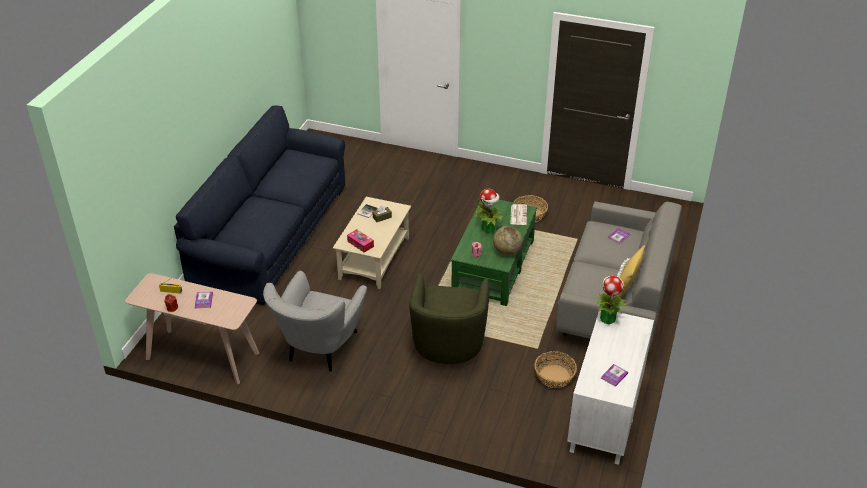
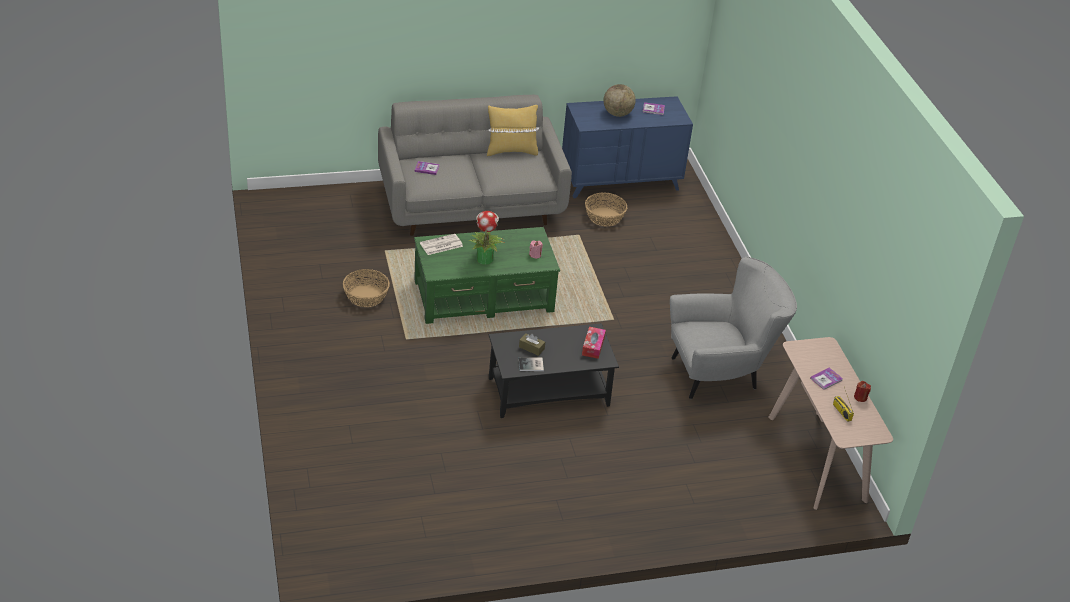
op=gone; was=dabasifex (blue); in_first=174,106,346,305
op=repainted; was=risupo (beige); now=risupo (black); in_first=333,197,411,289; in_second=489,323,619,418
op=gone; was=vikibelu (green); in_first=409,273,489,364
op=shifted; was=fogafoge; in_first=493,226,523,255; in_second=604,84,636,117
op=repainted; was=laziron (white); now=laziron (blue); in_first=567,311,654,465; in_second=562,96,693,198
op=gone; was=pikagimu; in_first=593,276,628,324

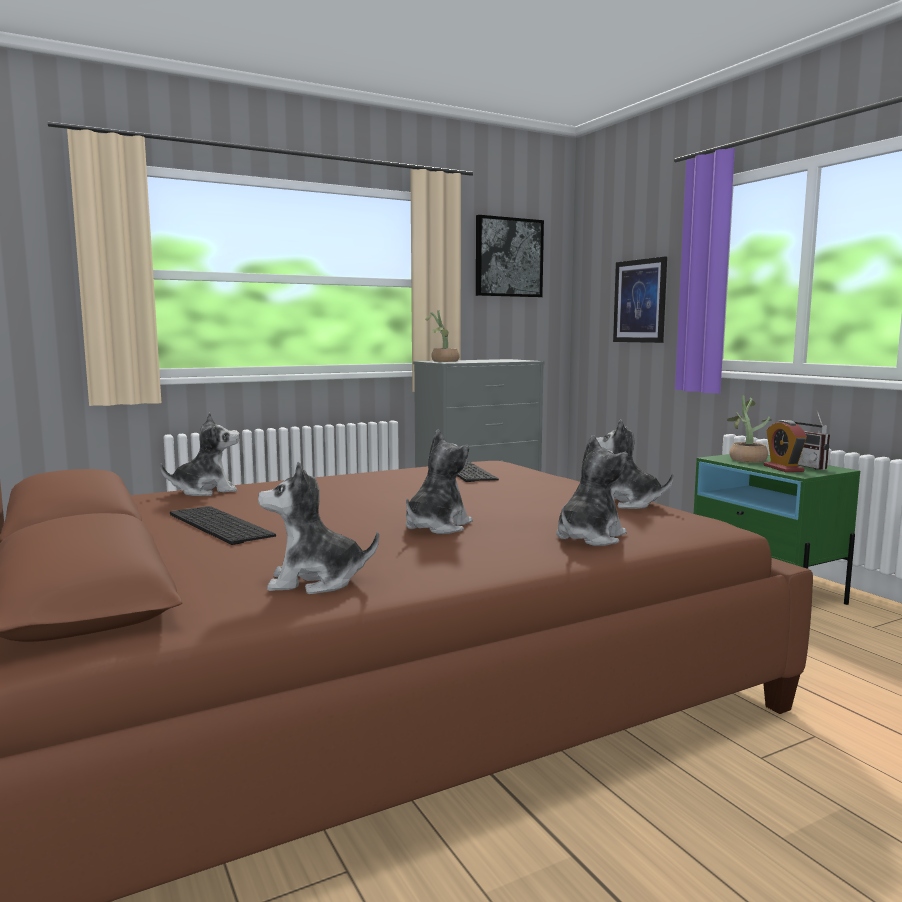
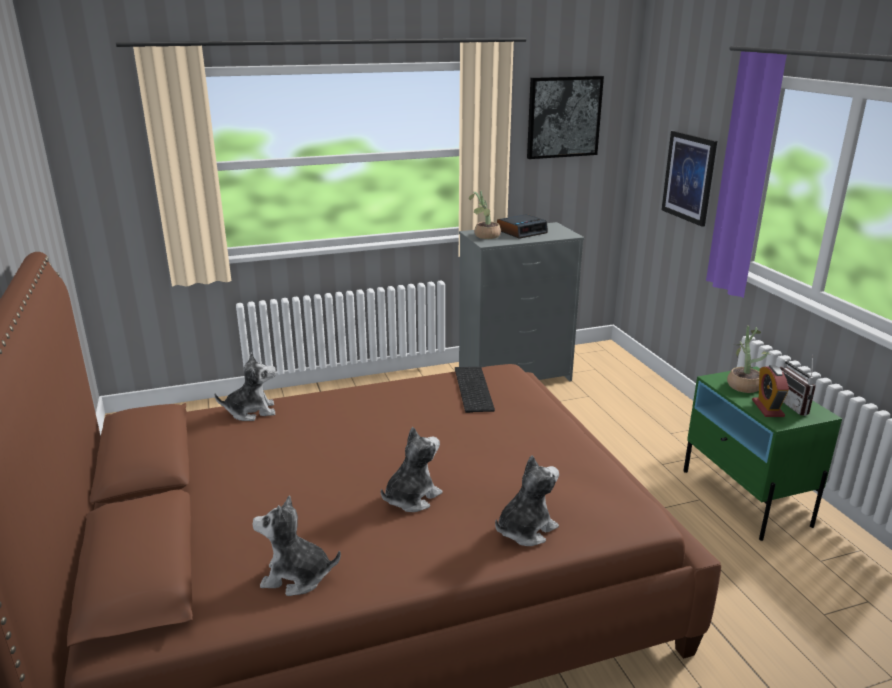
op=gone; was=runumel; in_first=170,506,276,545
op=gone; was=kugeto; in_first=596,419,674,509
op=new; now=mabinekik; in_second=497,214,548,239

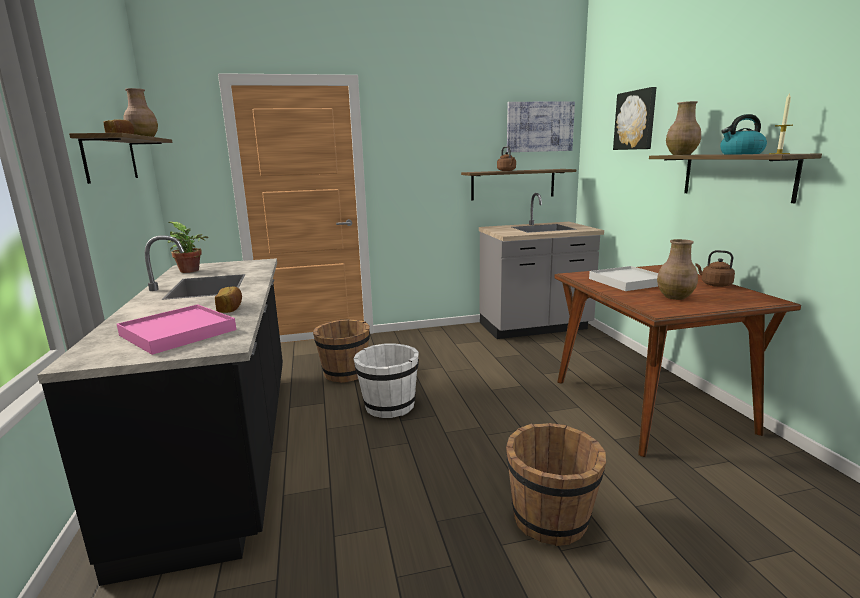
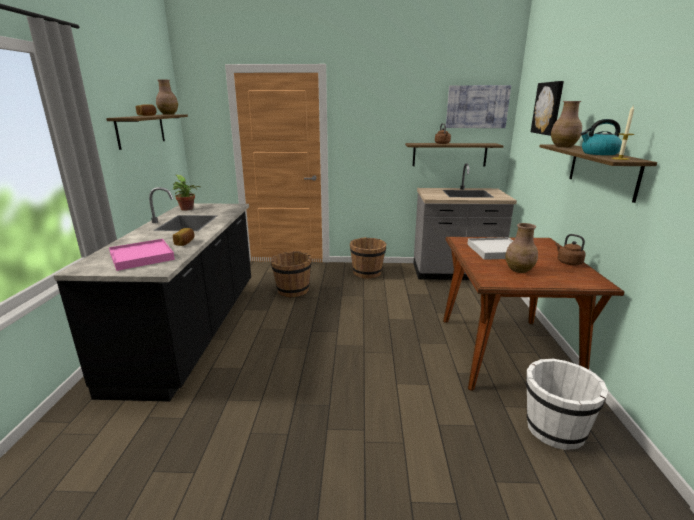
op=shifted; was=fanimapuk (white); in_first=353,343,419,418; in_second=526,359,608,450
op=shifted; was=fanimapuk (brown); in_first=506,423,606,546; in_second=350,237,386,279

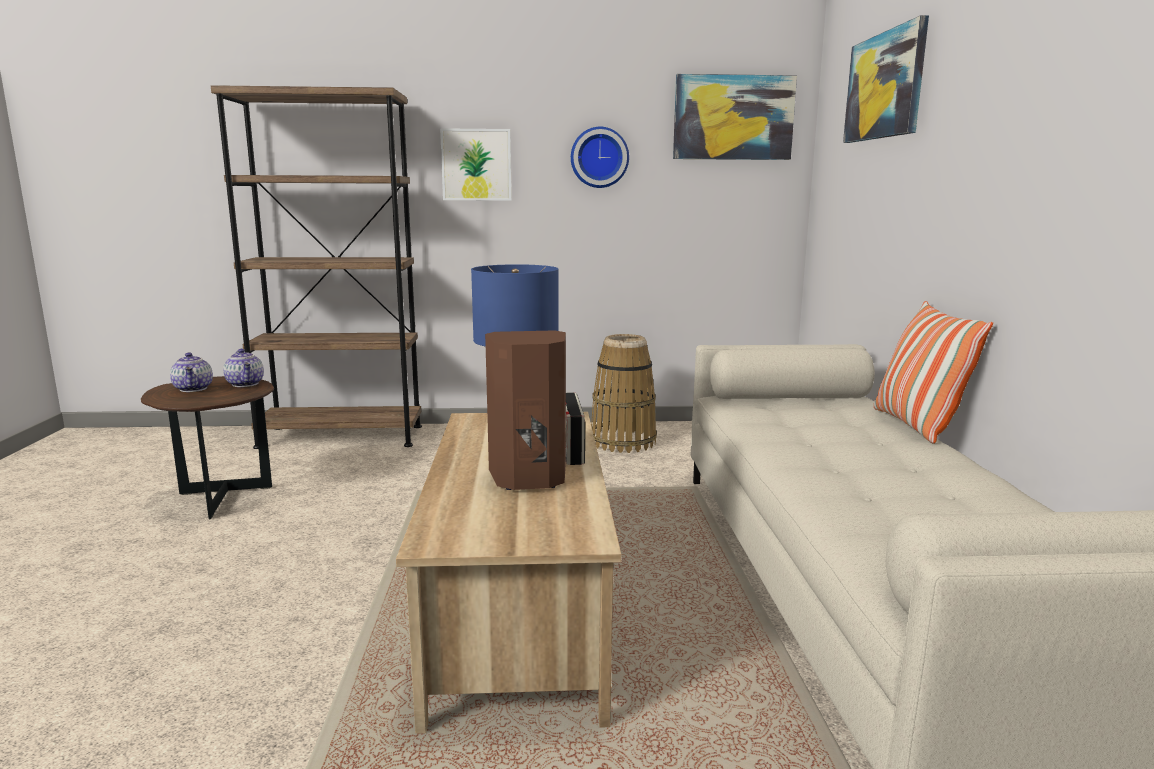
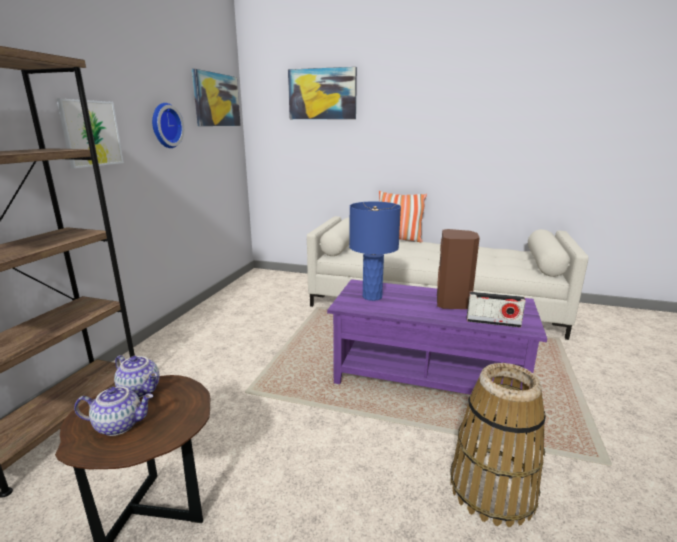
op=rotated; was=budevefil; in_first=223,349,264,387; in_second=114,355,159,398; clockwise=45
op=repainted; was=risupo (beige); now=risupo (purple); in_first=396,412,621,734; in_second=327,279,547,395
op=shifted; was=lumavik; in_first=566,392,585,465; in_second=467,292,526,328
op=shifted; was=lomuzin; in_first=591,334,657,453; in_second=450,363,546,527

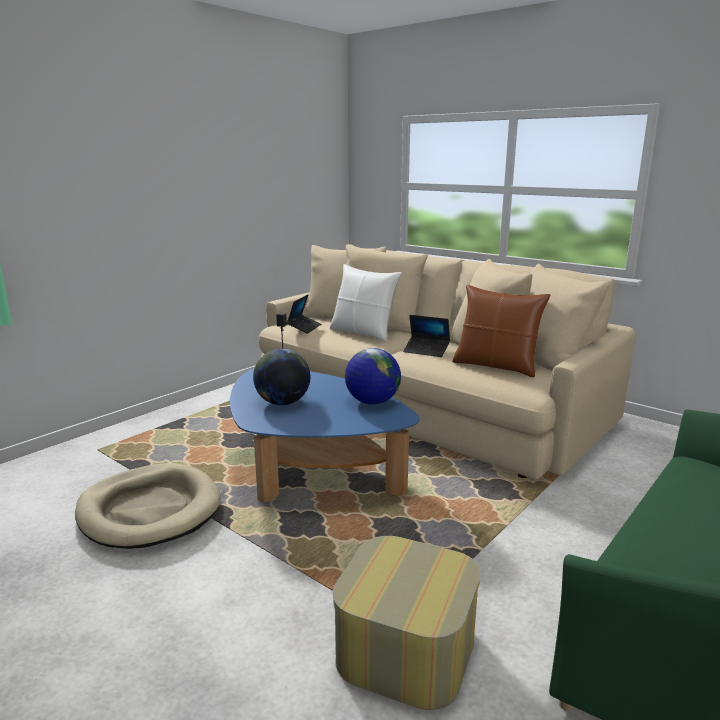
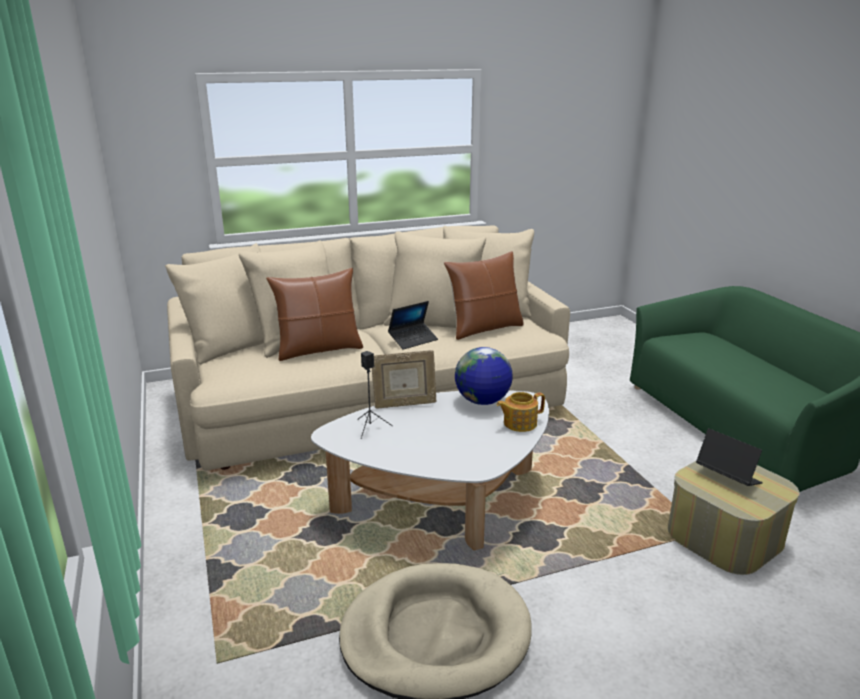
op=repainted; was=risupo (blue); now=risupo (white); in_first=230,368,420,502; in_second=311,390,549,550
op=gone; was=fogafoge; in_first=253,349,310,405
op=shifted; was=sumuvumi; in_first=287,294,321,334; in_second=696,428,763,486
op=repainted; was=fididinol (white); now=fididinol (brown); in_first=330,264,402,342; in_second=266,268,363,361
op=new; now=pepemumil; in_second=372,350,437,409
op=new; now=budevefil; in_second=496,392,545,432

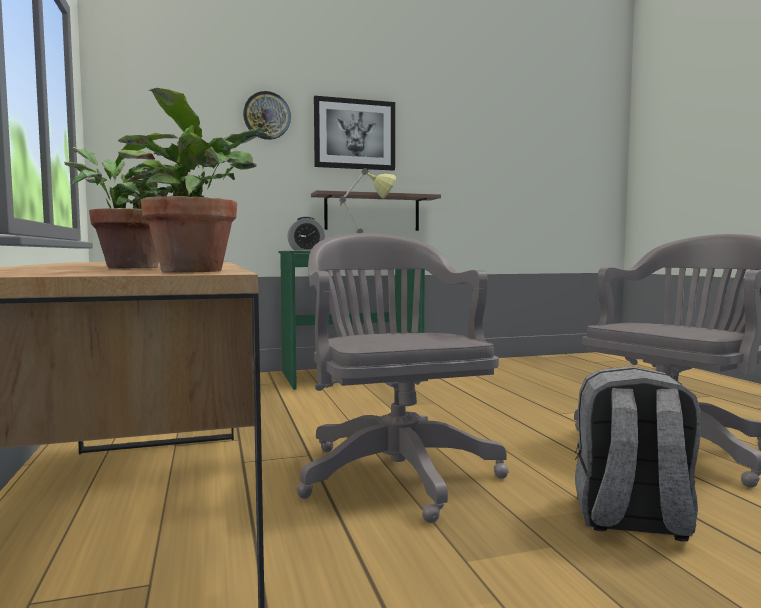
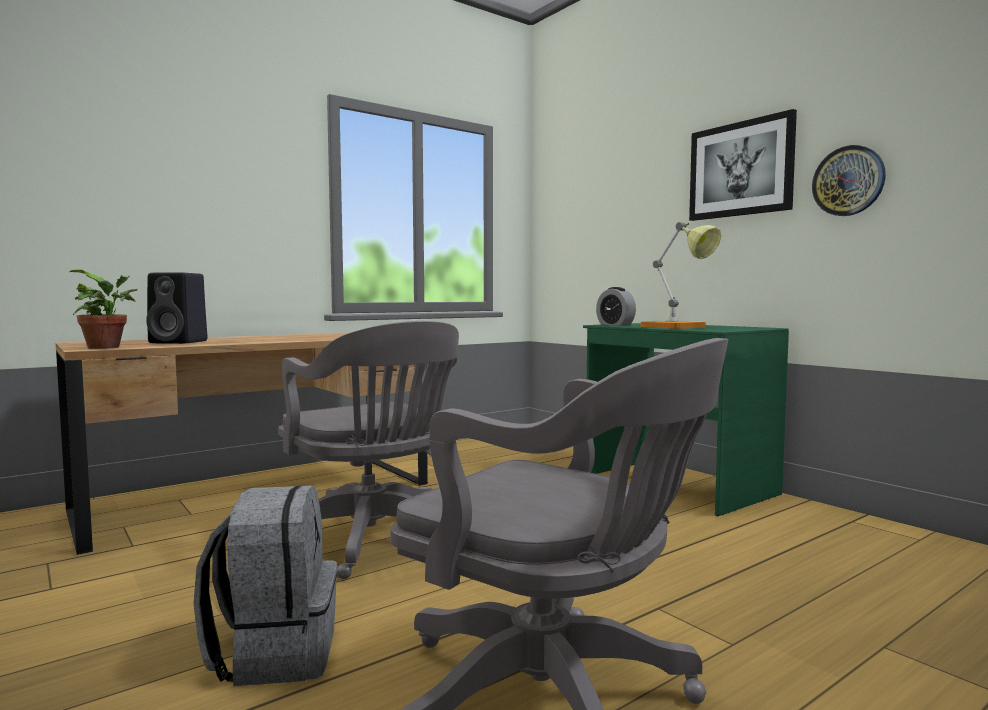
op=swapped; was=pikagimu; now=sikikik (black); in_first=64,133,179,269; in_second=146,272,208,344
op=shifted; was=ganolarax; in_first=243,91,291,140; in_second=812,145,886,216
op=rotated; was=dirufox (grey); in_first=297,233,509,523; in_second=278,321,459,579; clockwise=90
op=gone; was=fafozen; in_first=311,190,441,231

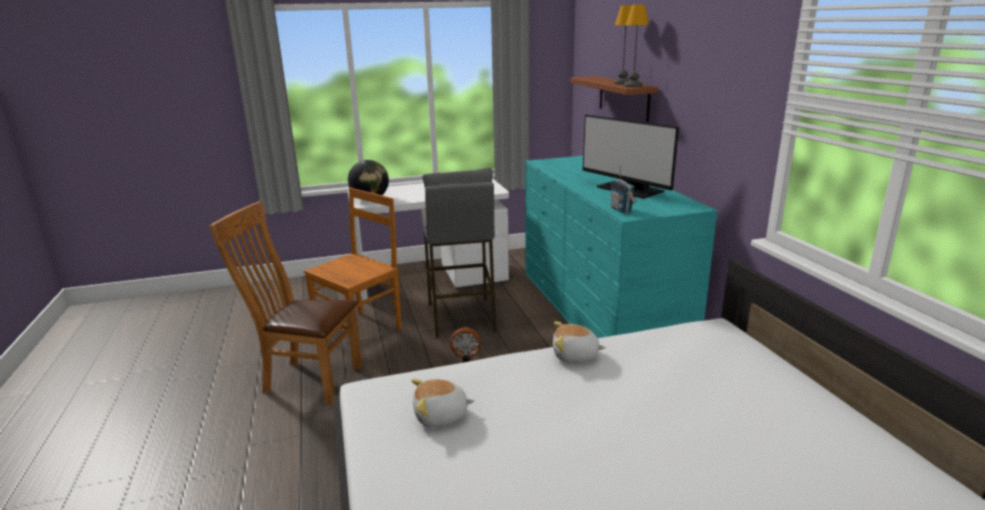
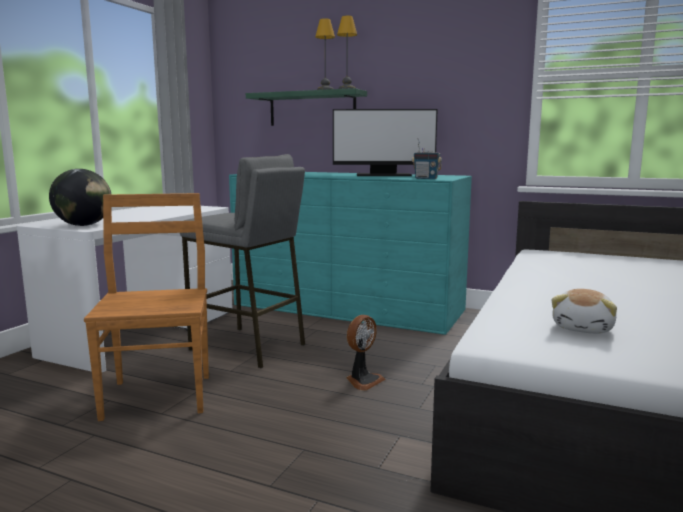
op=gone; was=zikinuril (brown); in_first=209,201,362,405
op=gone; was=kugeto; in_first=553,321,606,363
op=repainted; was=fafozen (brown); now=fafozen (green); in_first=570,76,658,122; in_second=246,88,367,126

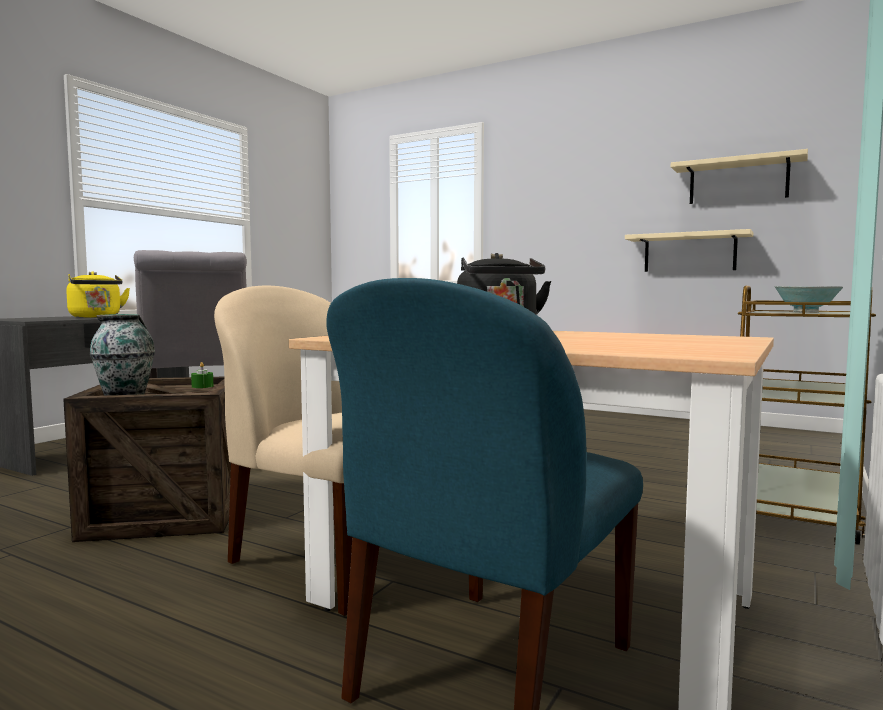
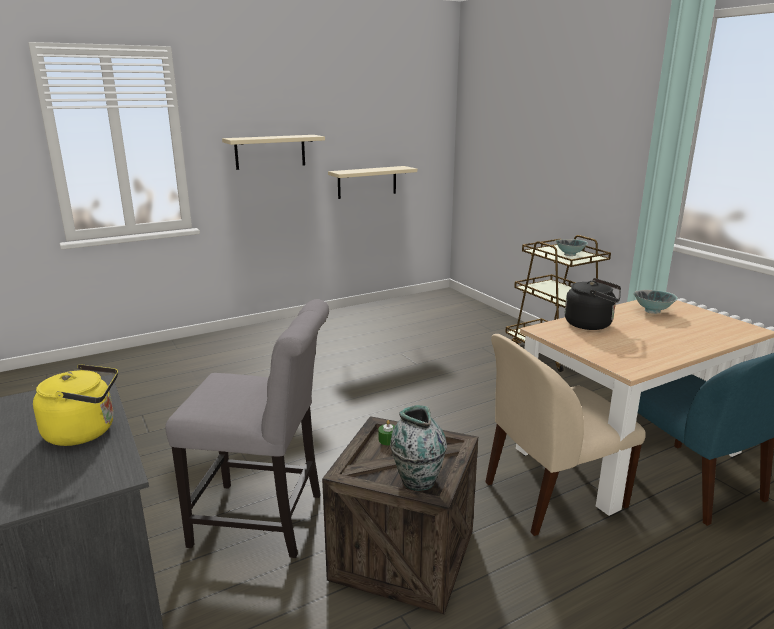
op=shifted; was=fafozen (beige); in_first=671,149,808,204; in_second=222,135,325,170
op=new; now=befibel; in_second=633,290,678,314

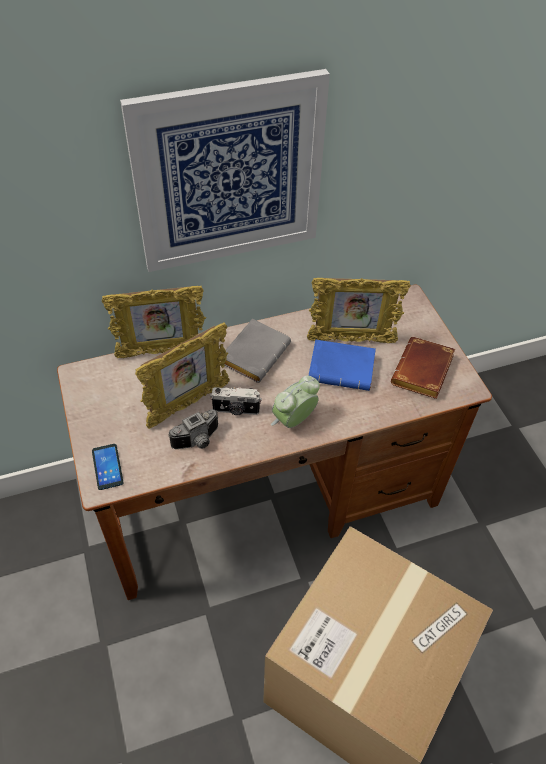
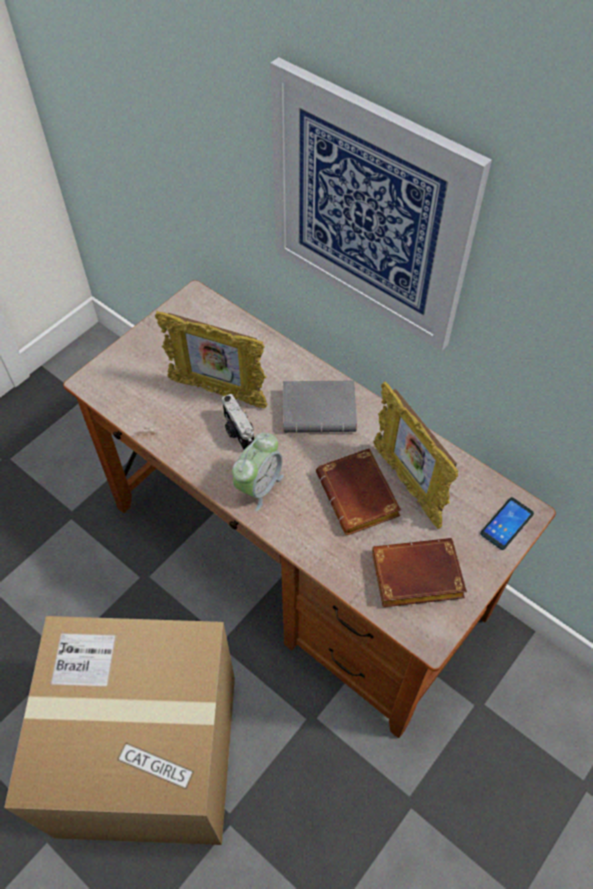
op=shifted; was=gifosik; in_first=92,444,124,490; in_second=480,497,534,550
op=gone; was=pepemumil; in_first=102,286,206,358
op=gone; was=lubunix; in_first=168,409,218,449
op=rotated; was=mabinekik; in_first=271,376,320,428; in_second=232,433,284,511; clockwise=105
op=repainted; was=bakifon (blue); now=bakifon (brown); in_first=309,339,376,391; in_second=316,448,401,535

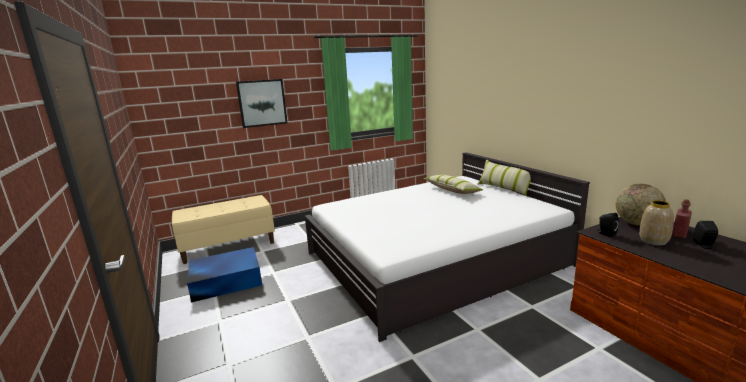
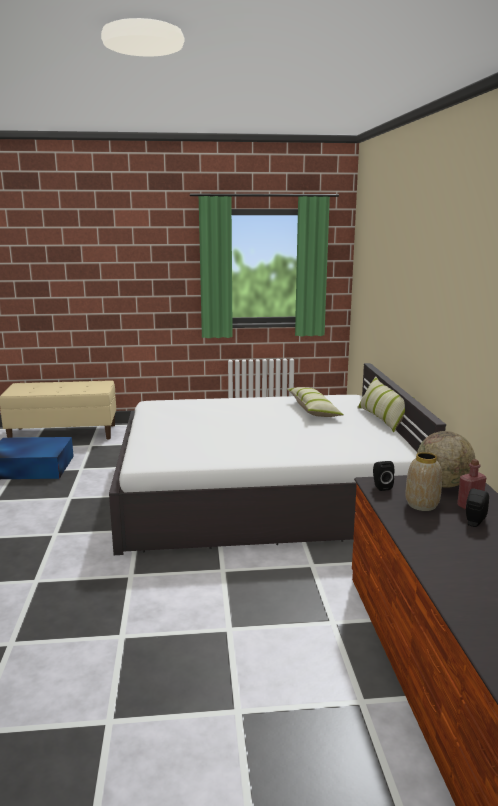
op=gone; was=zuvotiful; in_first=236,79,287,128

